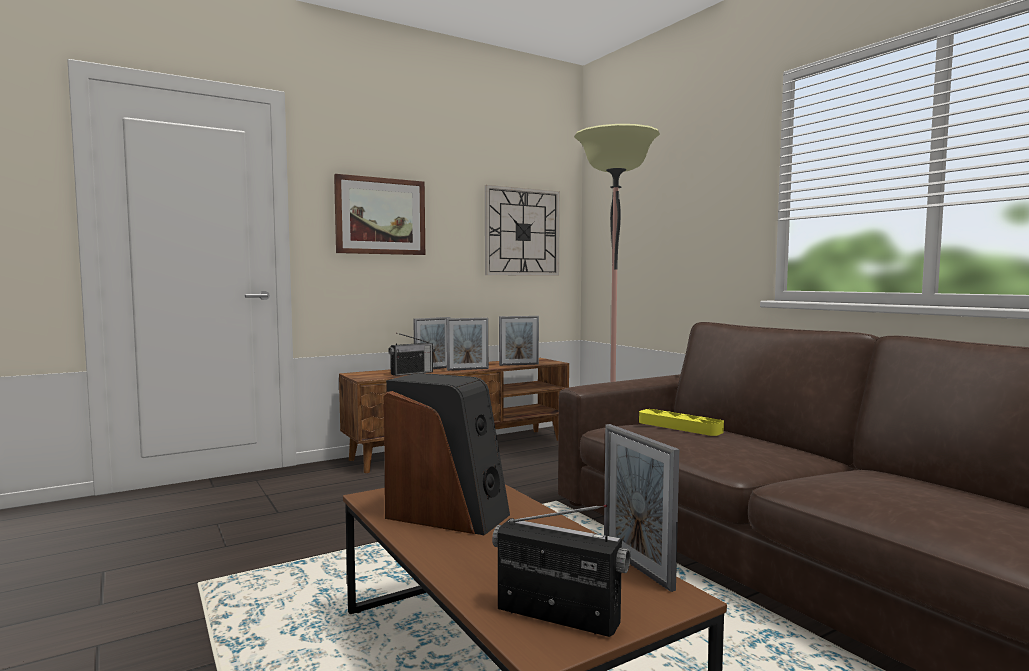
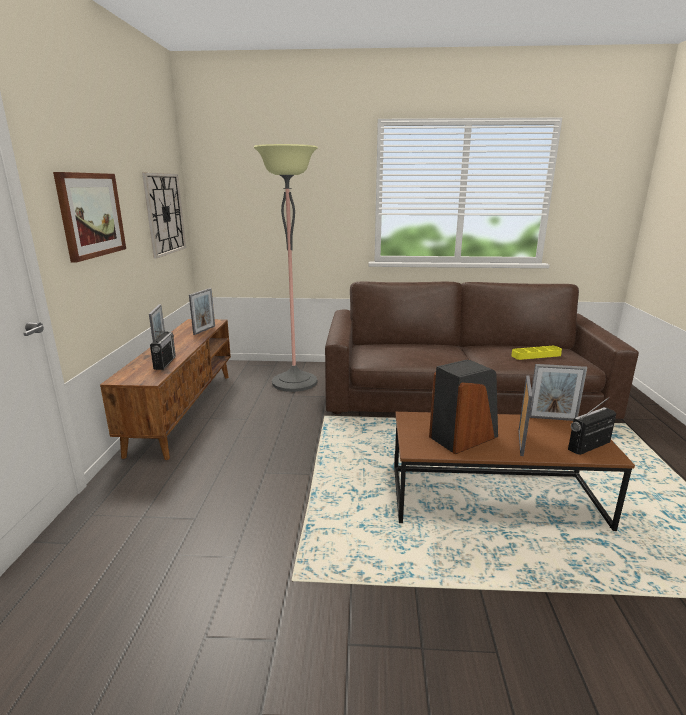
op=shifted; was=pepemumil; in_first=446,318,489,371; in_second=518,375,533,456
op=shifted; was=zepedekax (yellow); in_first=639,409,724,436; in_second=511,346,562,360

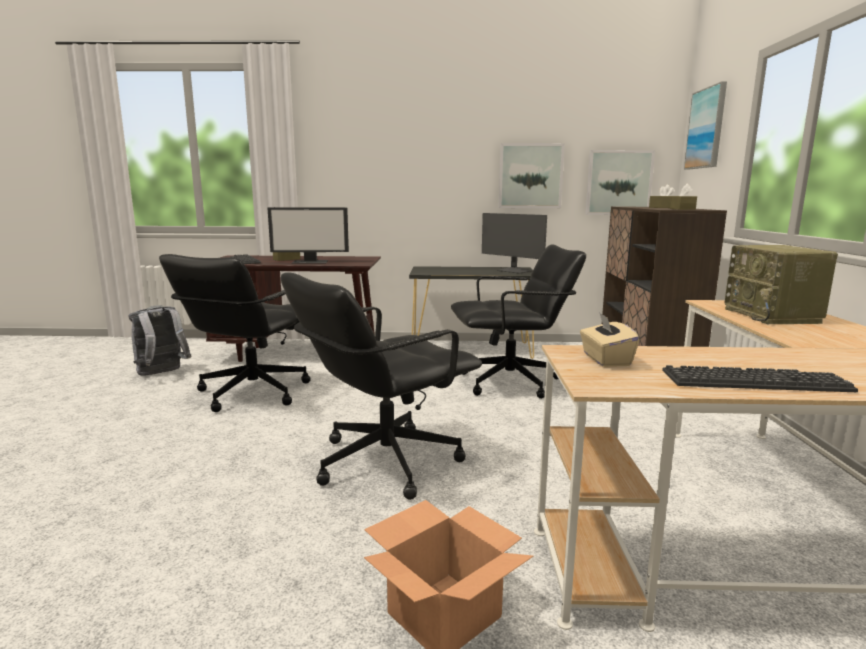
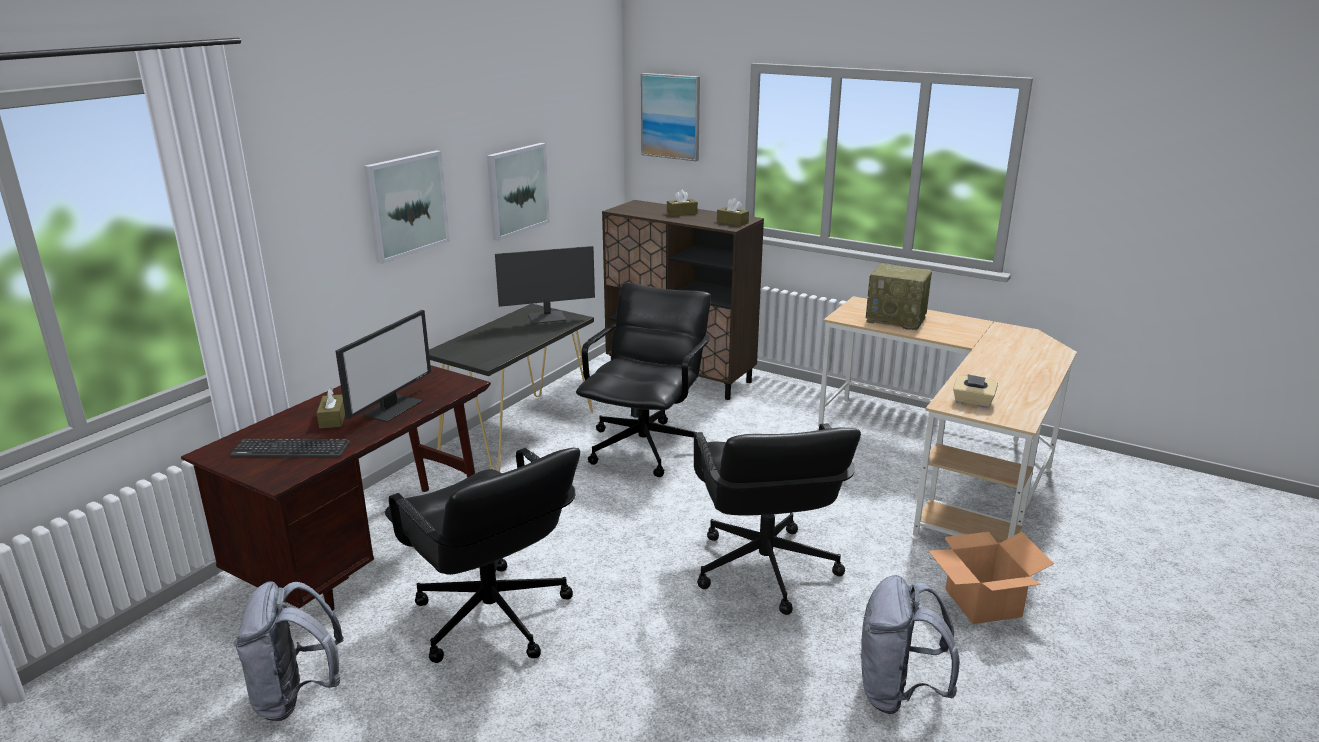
op=shifted; was=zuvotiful; in_first=585,150,655,215; in_second=364,150,450,264
op=gone; was=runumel; in_first=662,365,858,392
op=new; now=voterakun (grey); in_second=861,575,960,714

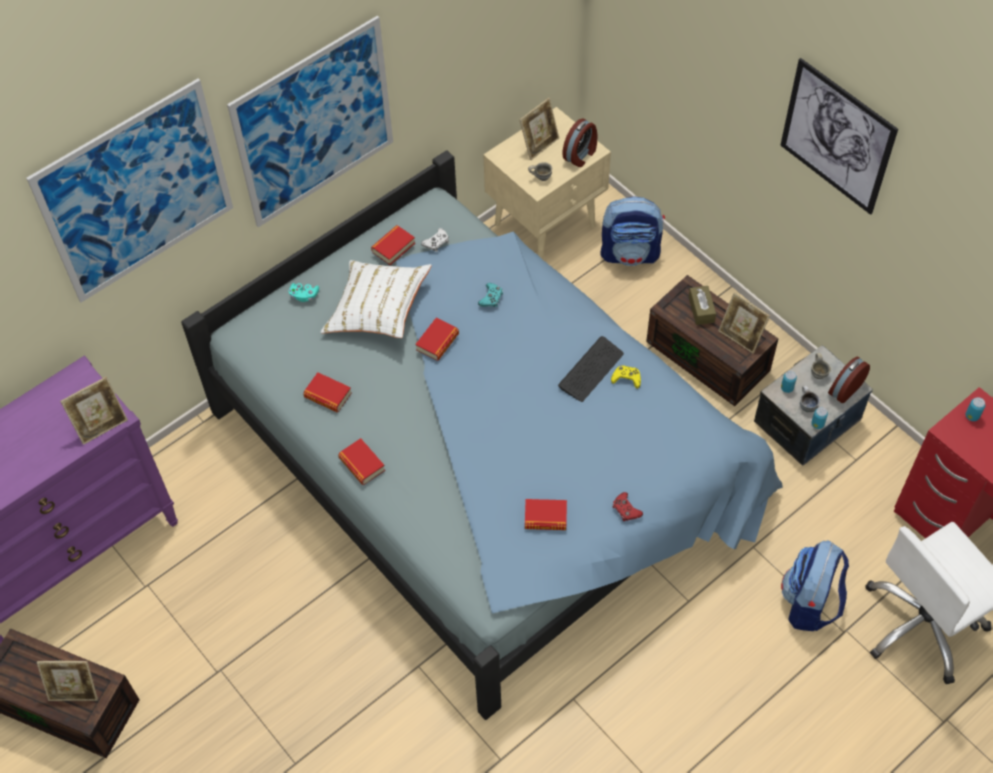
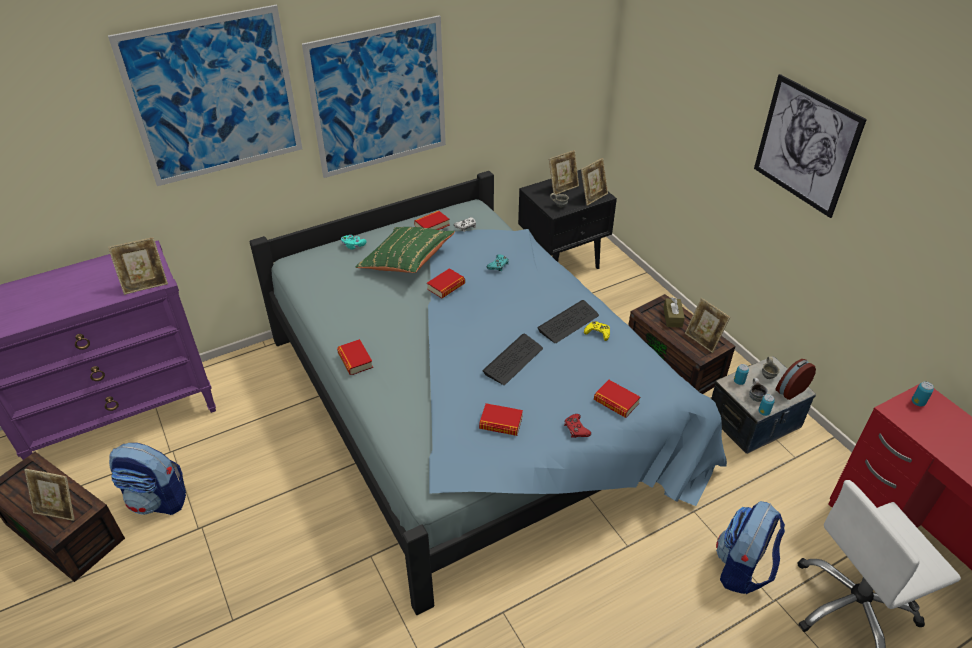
op=shifted; was=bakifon; in_first=303,372,352,412; in_second=594,380,640,418
op=repainted; was=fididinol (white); now=fididinol (green); in_first=320,260,432,338; in_second=356,227,455,273
op=repainted; was=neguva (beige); now=neguva (black); in_first=483,107,611,259; in_second=518,170,617,269
op=swapped; was=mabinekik; now=pepemumil; in_first=562,119,597,167; in_second=581,158,608,206
op=shifted; was=voterakun; in_first=600,196,665,266; in_second=109,443,186,515
op=new; now=runumel; in_second=482,334,543,385

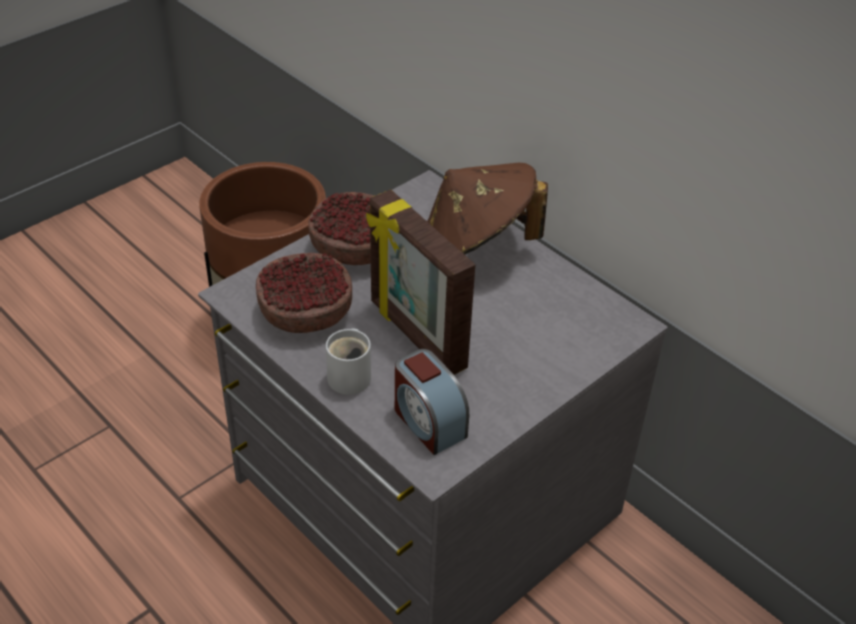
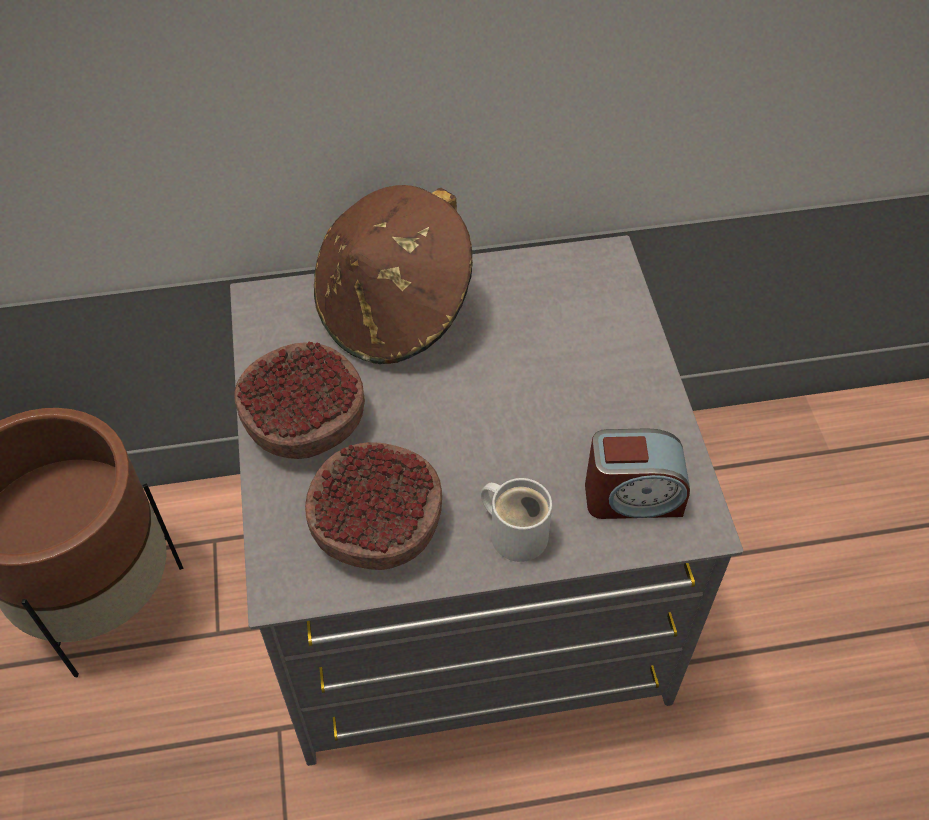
op=gone; was=pepemumil; in_first=366,189,475,375

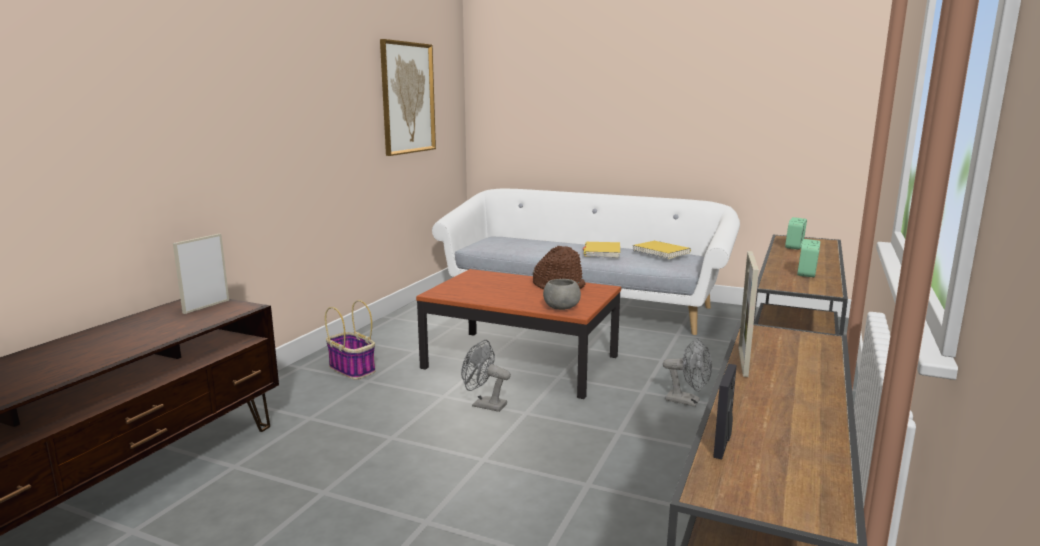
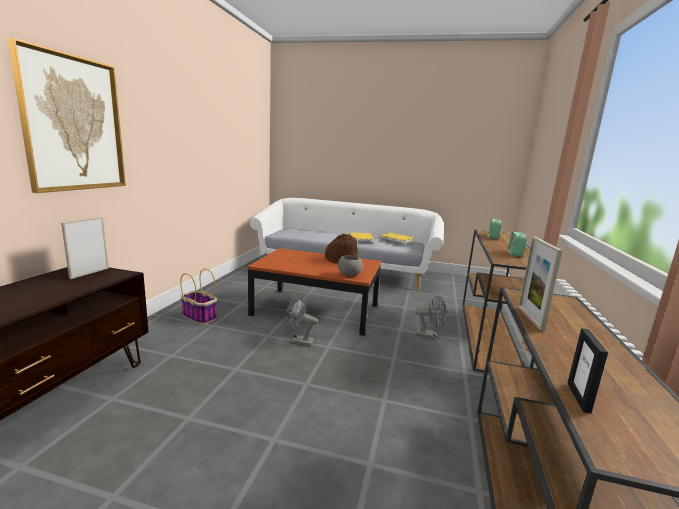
op=shifted; was=zuvotiful; in_first=380,39,436,156; in_second=7,38,126,193

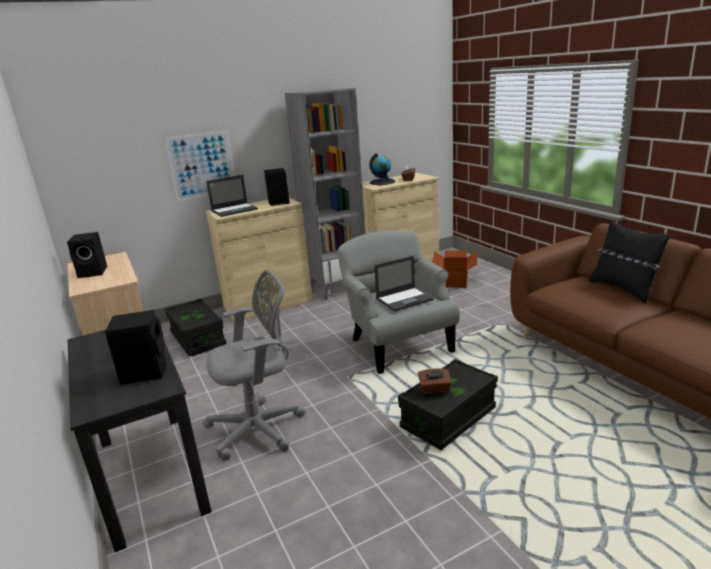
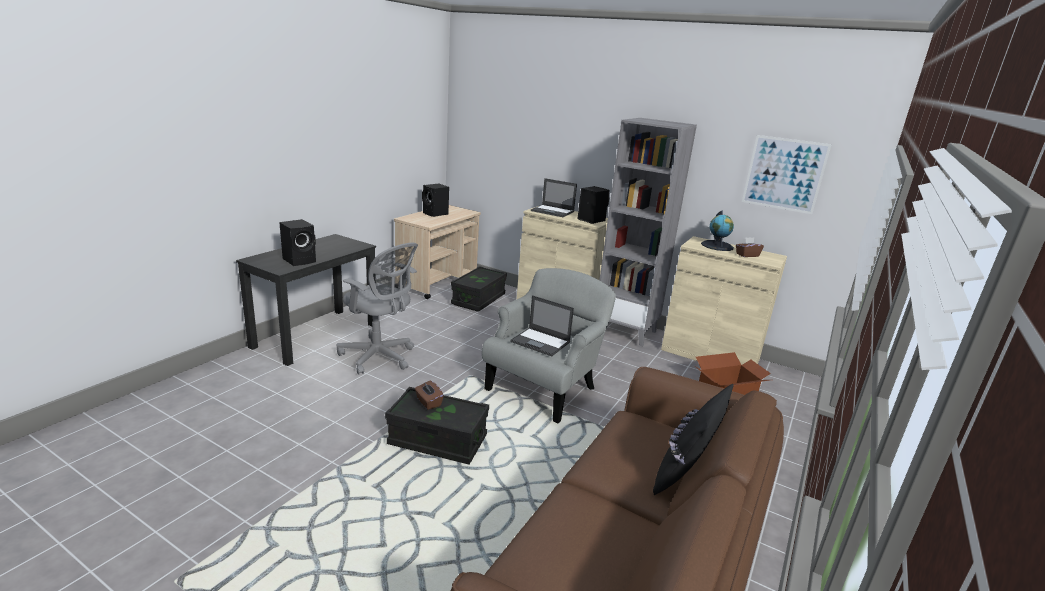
op=shifted; was=zuvotiful; in_first=165,130,235,201; in_second=742,135,832,214

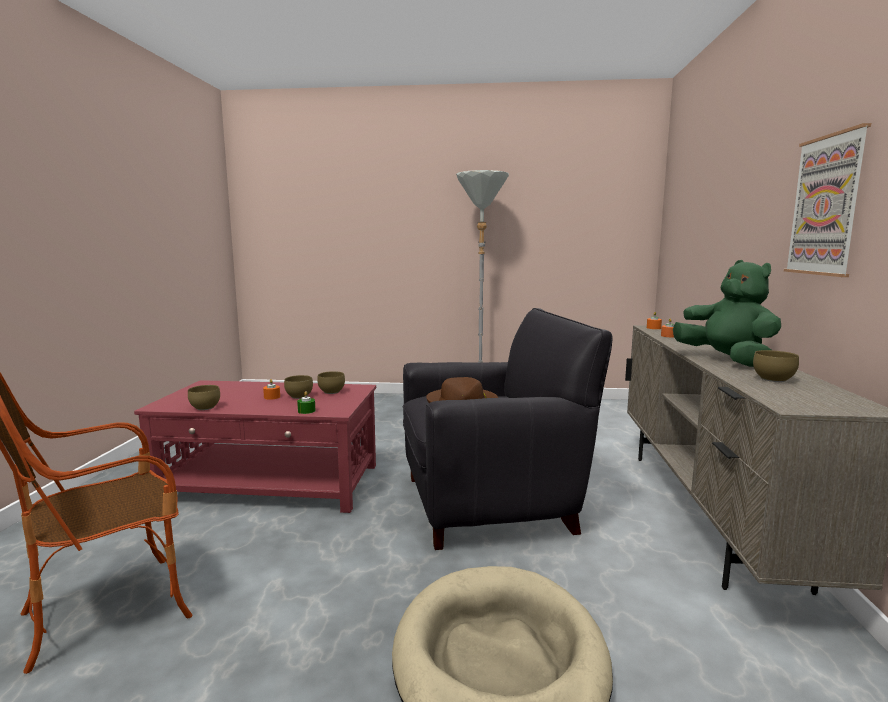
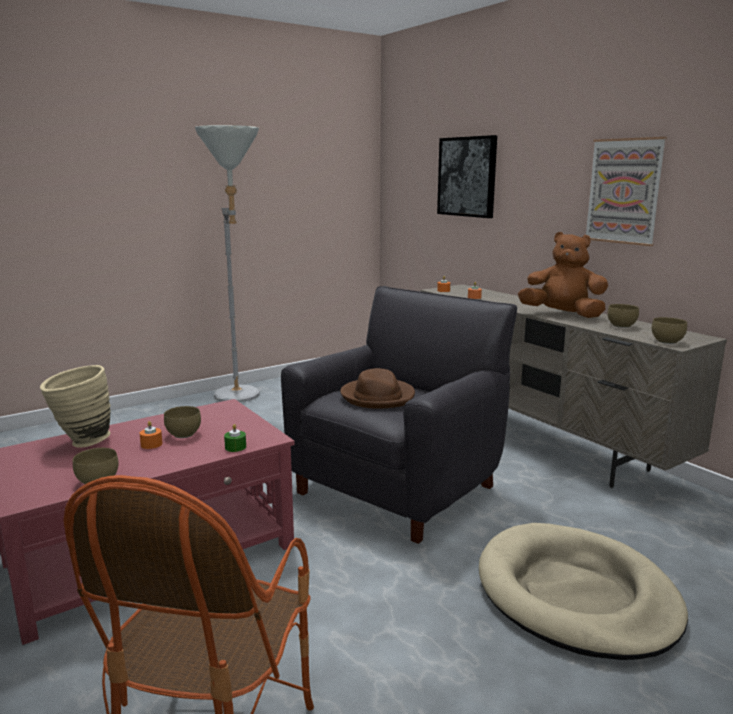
op=shifted; was=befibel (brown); in_first=317,371,345,394; in_second=652,317,687,344
op=repainted; was=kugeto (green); now=kugeto (brown); in_first=673,260,781,367; in_second=518,232,608,318
op=new; now=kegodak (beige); in_second=40,365,111,448
op=new; now=zuvotiful; in_second=437,135,497,218

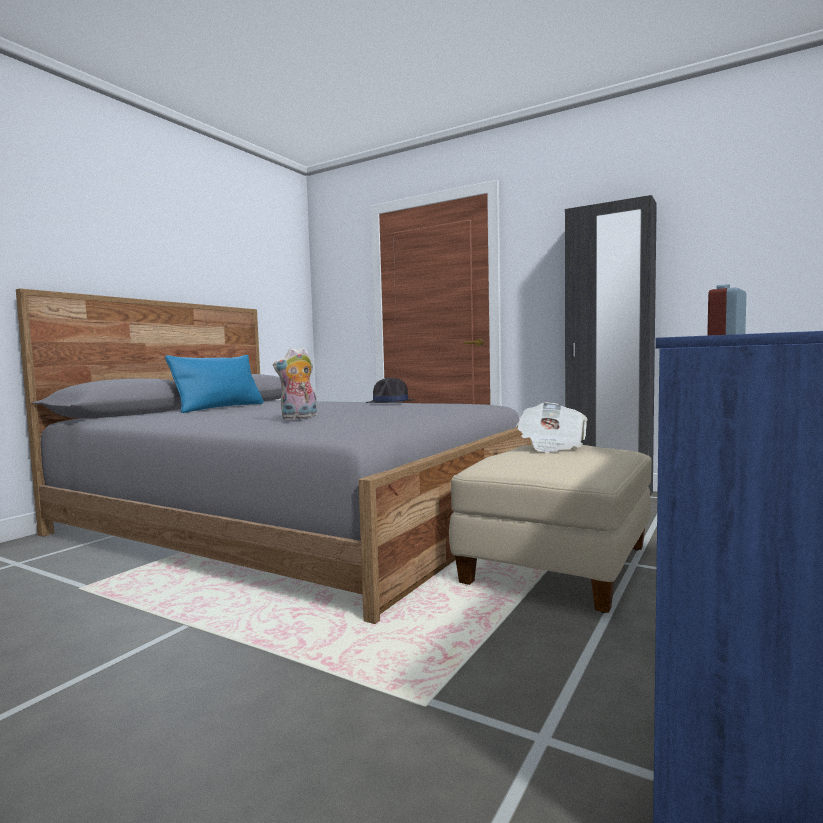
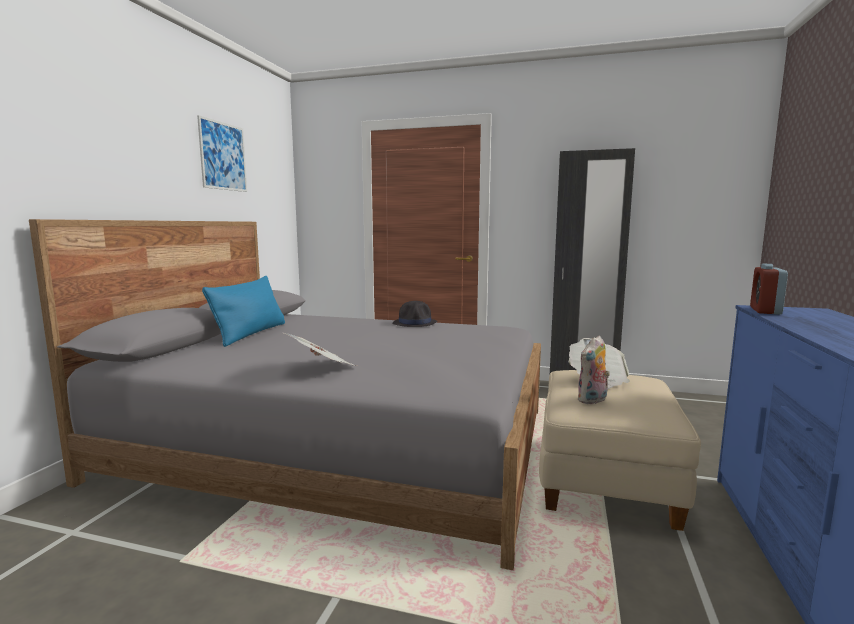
op=shifted; was=kugeto; in_first=273,347,317,419; in_second=577,336,610,404
op=new; now=zuvotiful; in_second=197,115,247,192
op=new; now=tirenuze; in_second=284,333,356,366

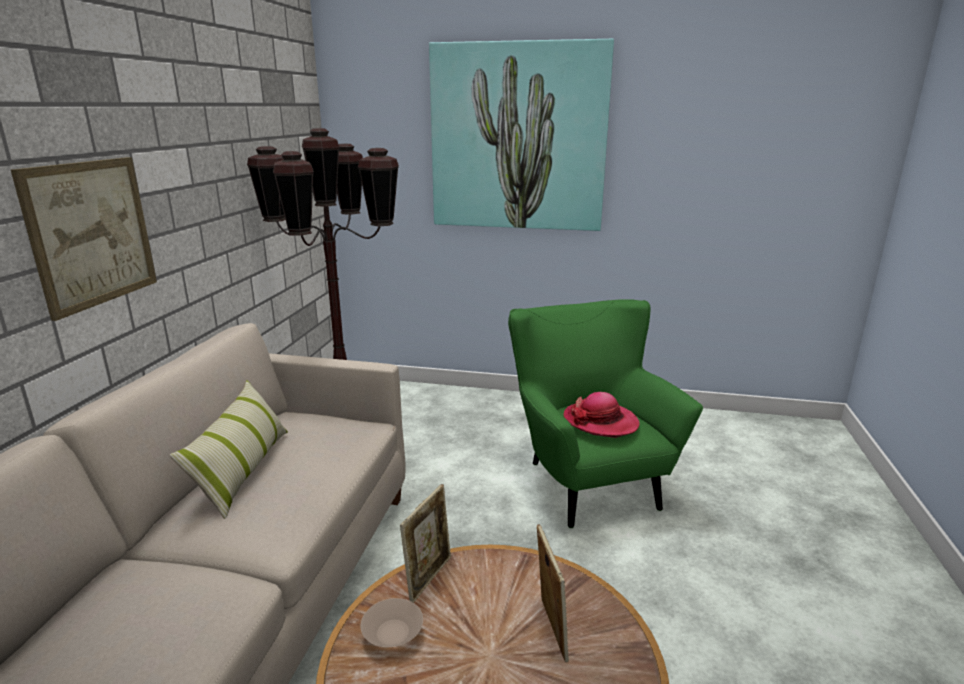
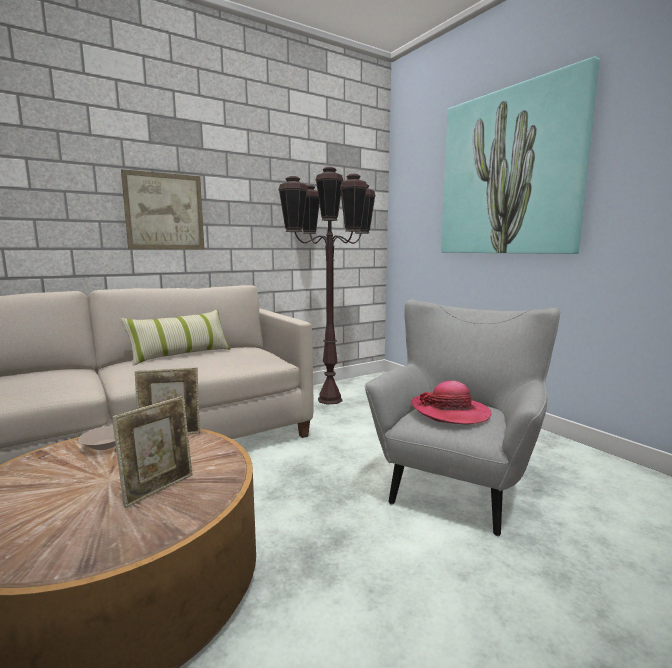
op=repainted; was=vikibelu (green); now=vikibelu (grey); in_first=508,299,703,528; in_second=365,299,560,536

